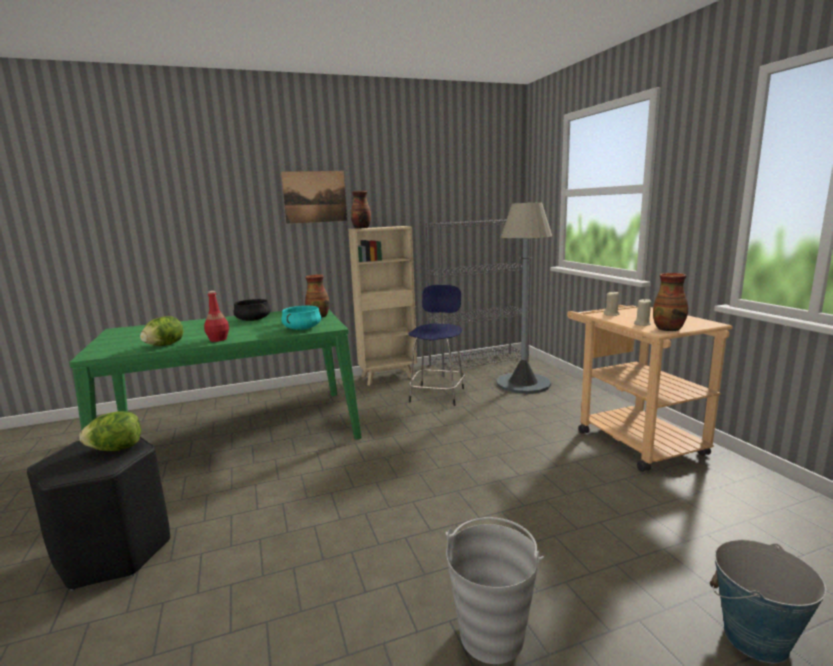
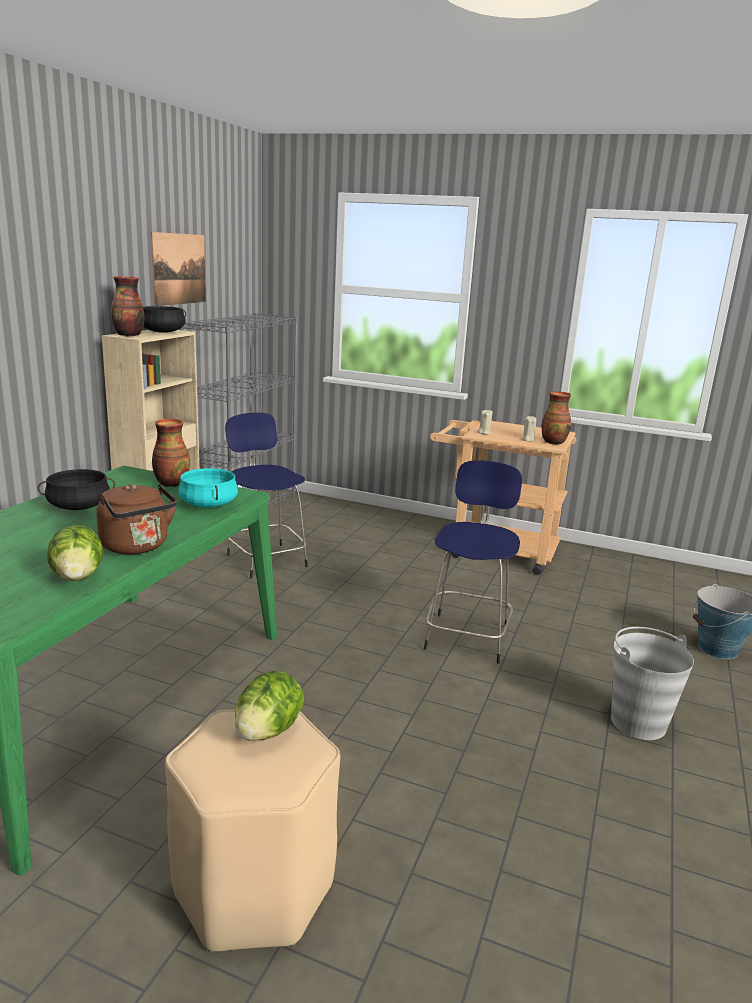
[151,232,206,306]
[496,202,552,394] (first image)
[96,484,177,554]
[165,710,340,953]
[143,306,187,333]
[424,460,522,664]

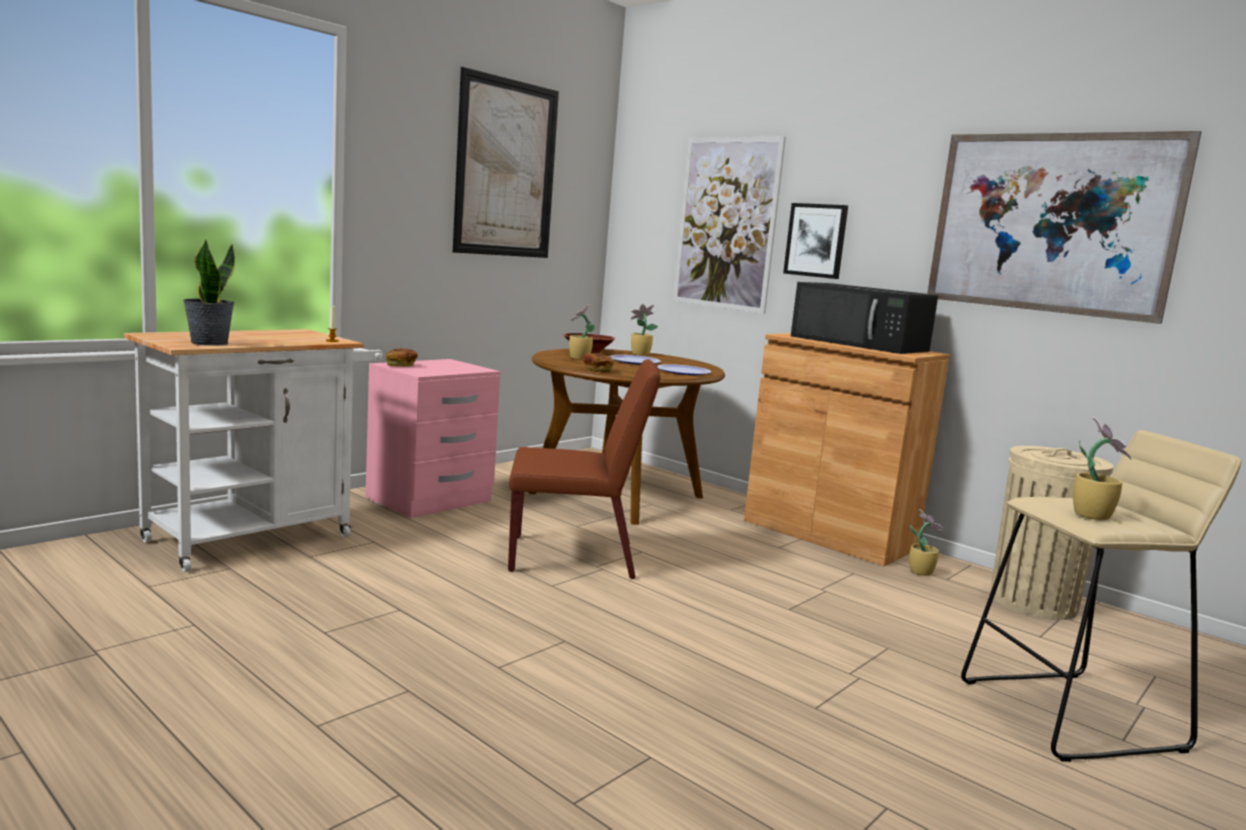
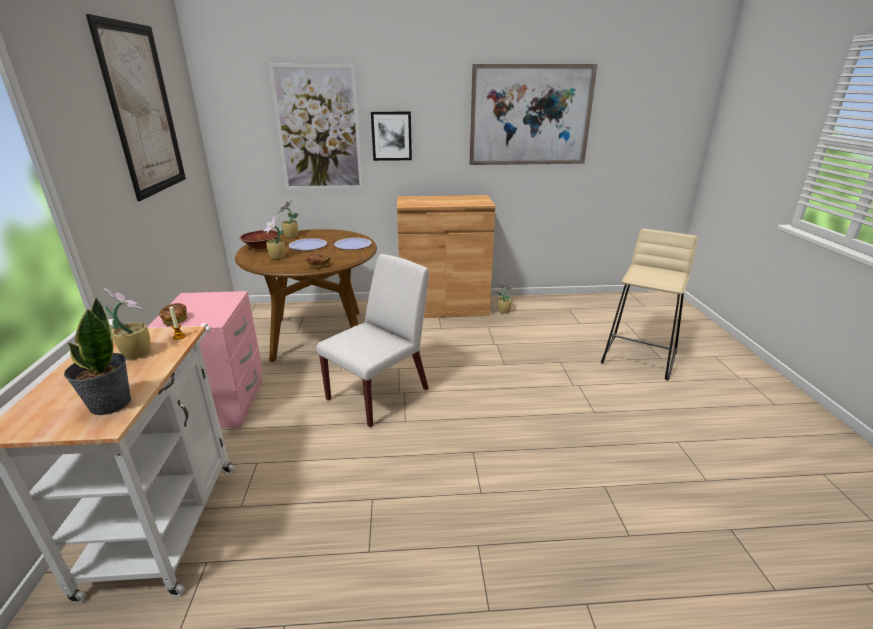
[791,282,938,354] (first image)
[316,254,429,427]
[104,288,151,359]
[990,446,1114,620] (first image)

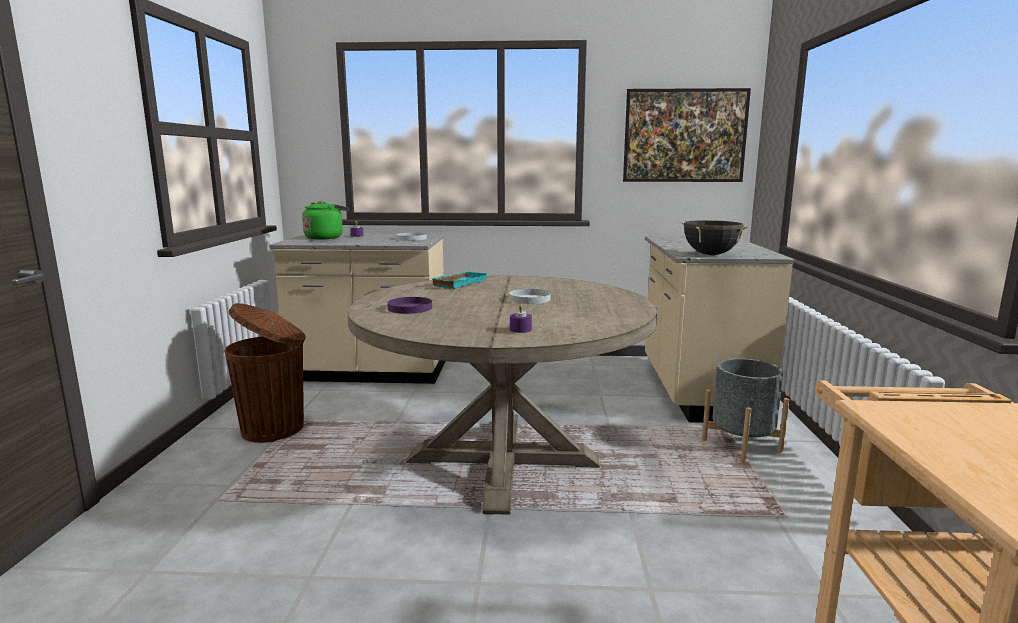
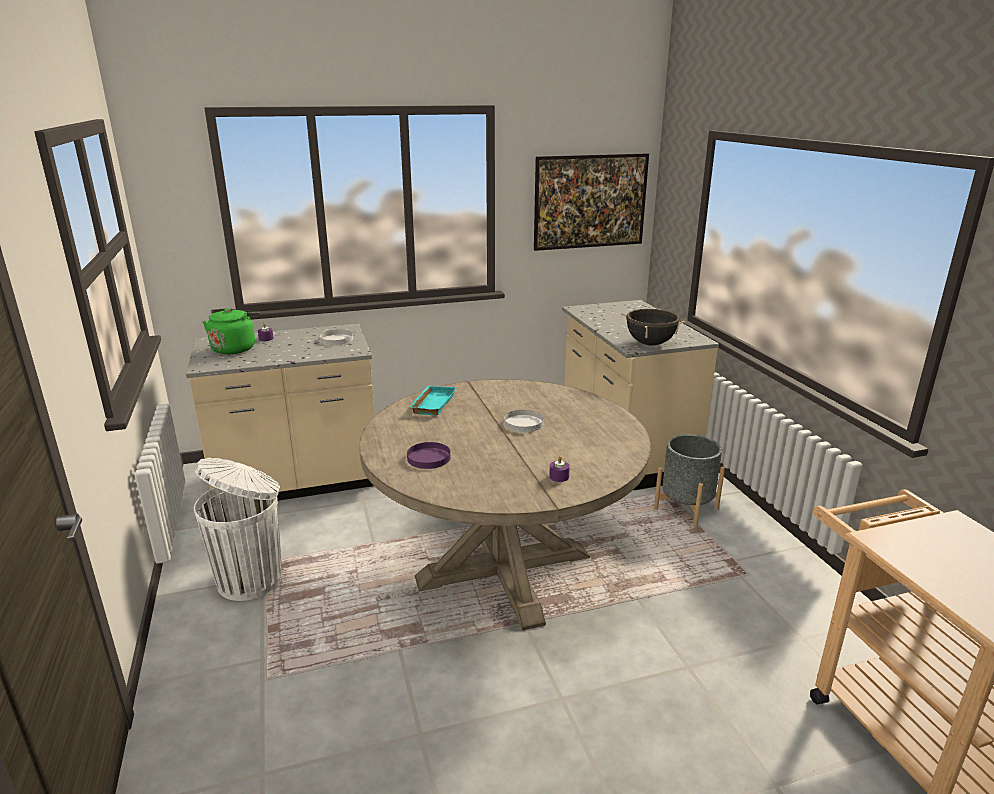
[194,458,282,601]

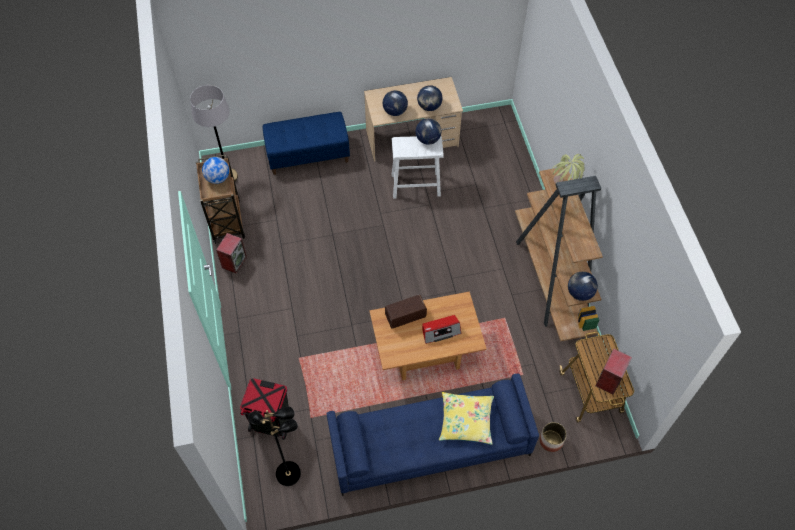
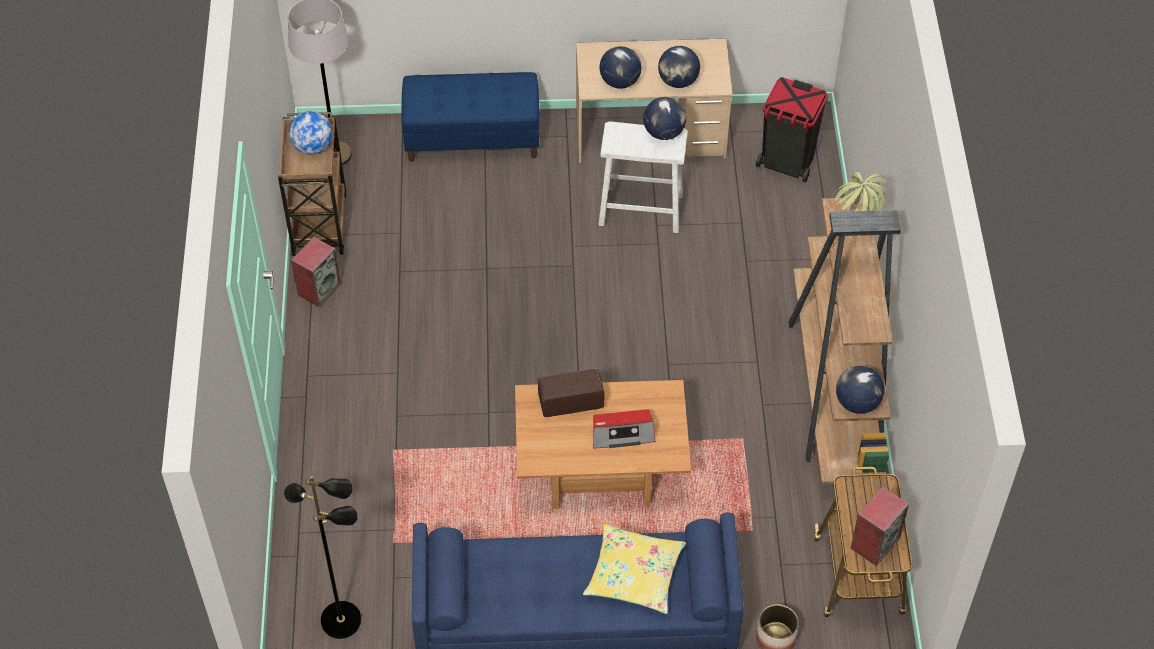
[756,77,828,182]

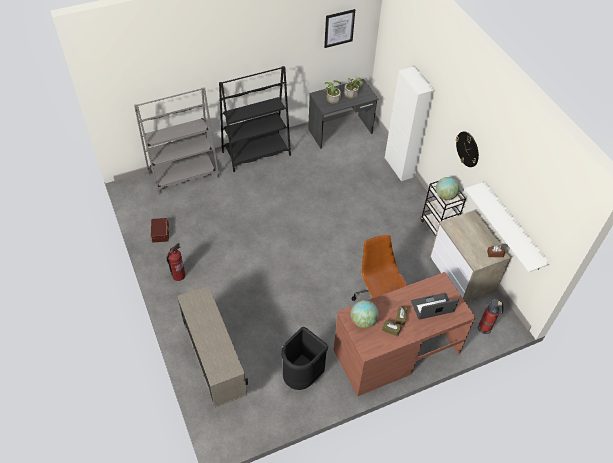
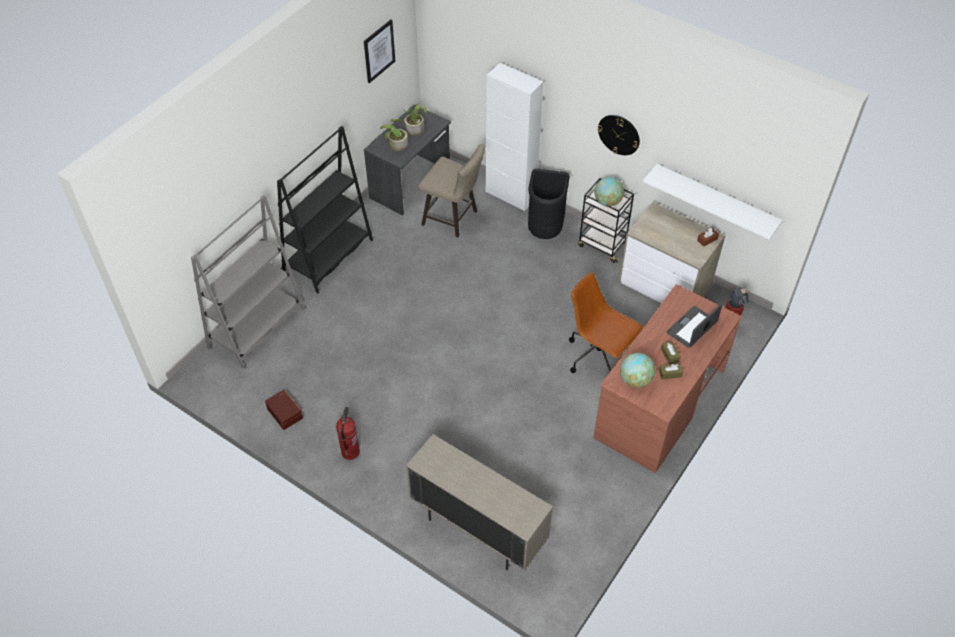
[528,169,570,239]
[418,144,485,237]

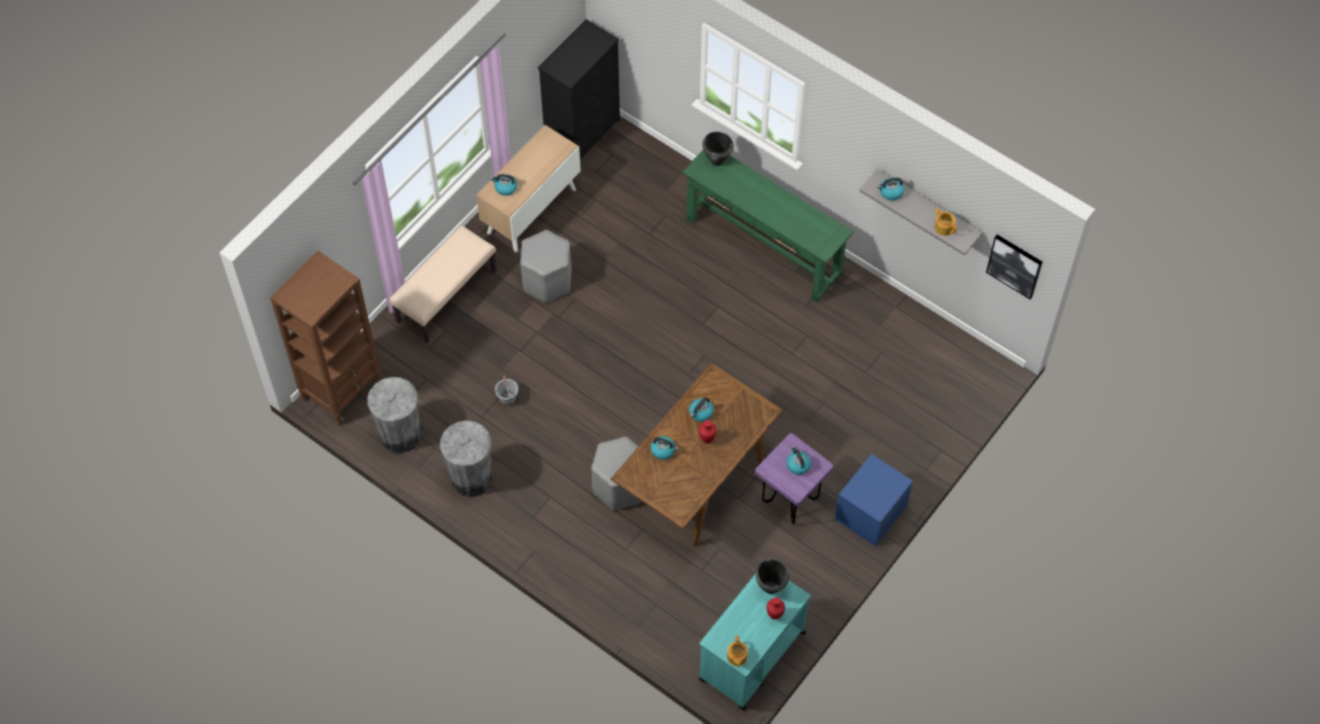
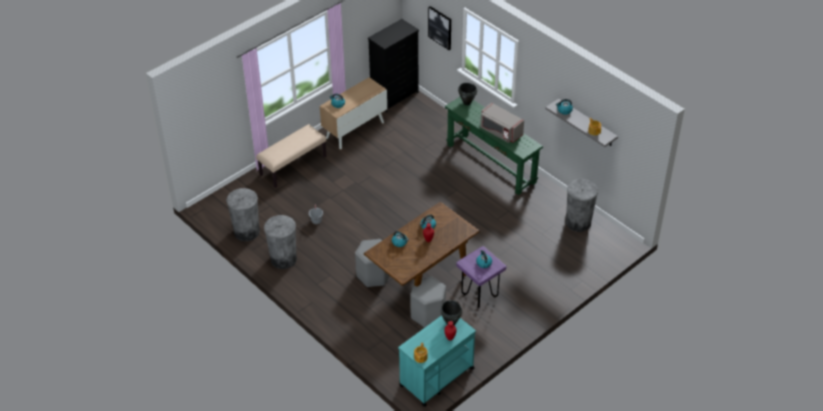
[410,276,446,327]
[428,6,451,50]
[270,251,382,425] (first image)
[835,454,913,546] (first image)
[480,103,524,143]
[566,179,598,232]

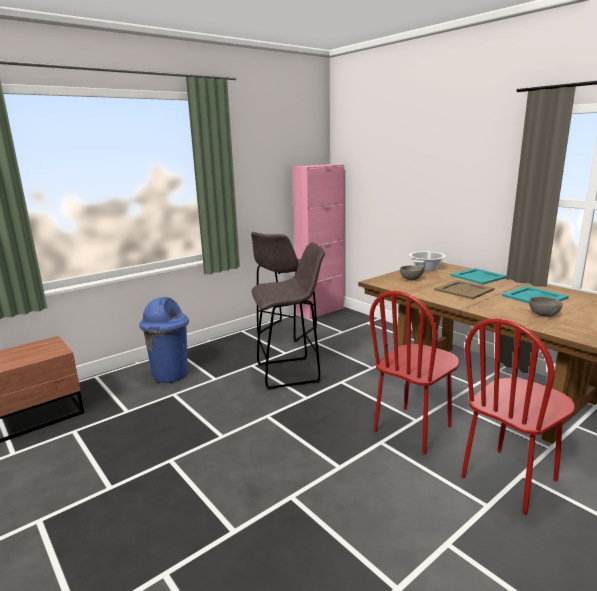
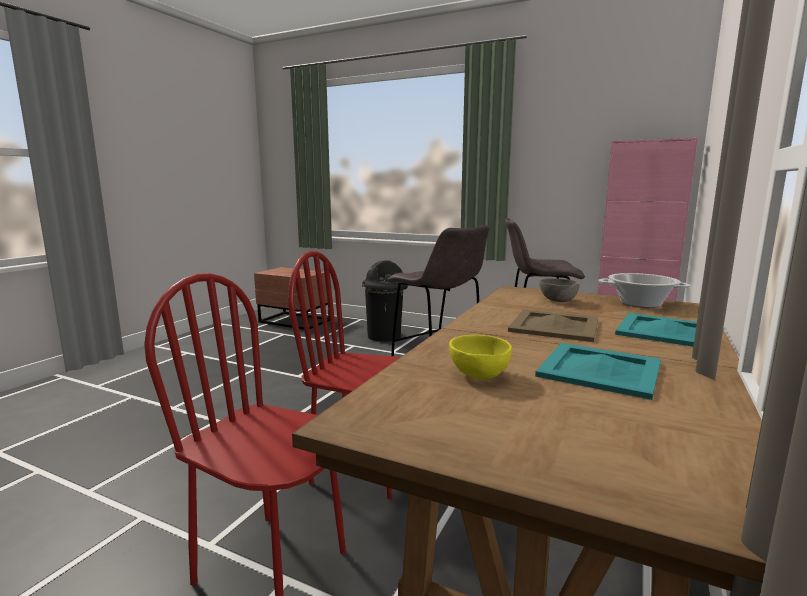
[362,260,408,341]
[449,335,512,380]

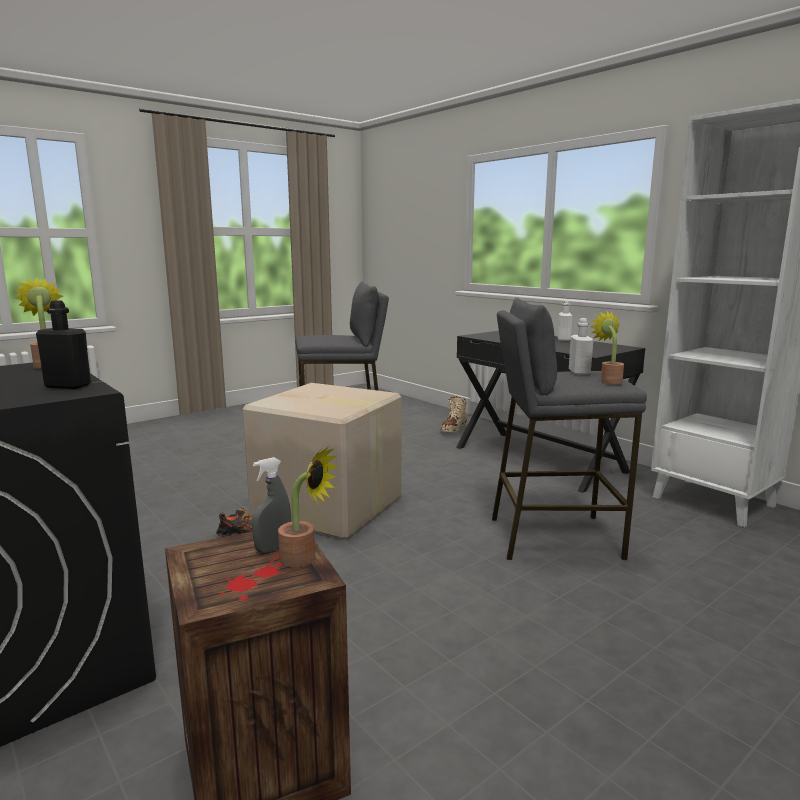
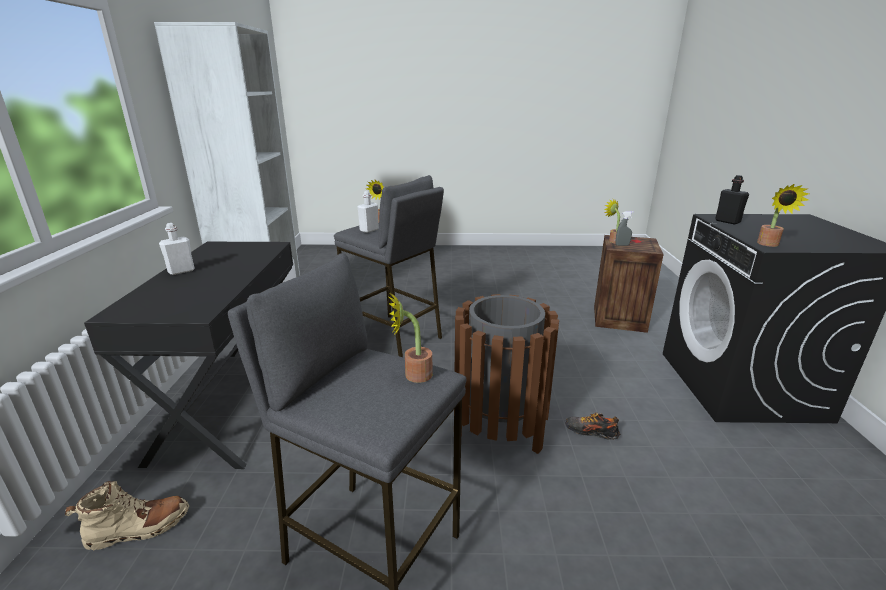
[455,294,559,454]
[388,292,433,383]

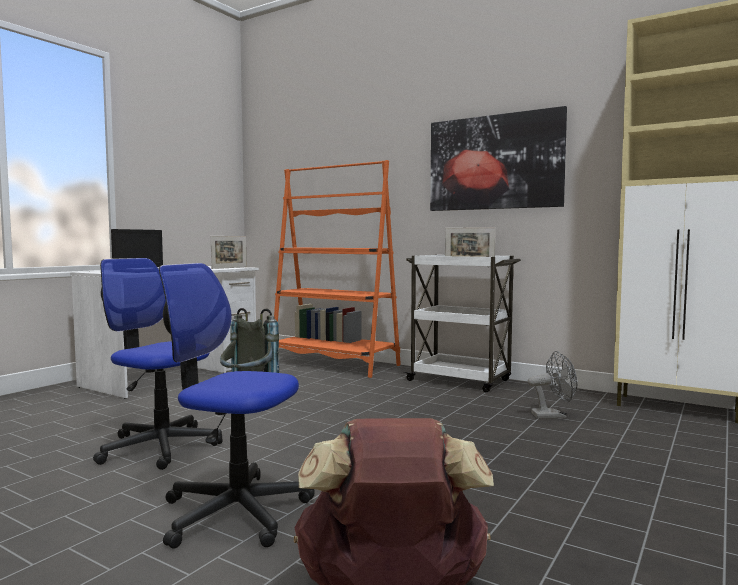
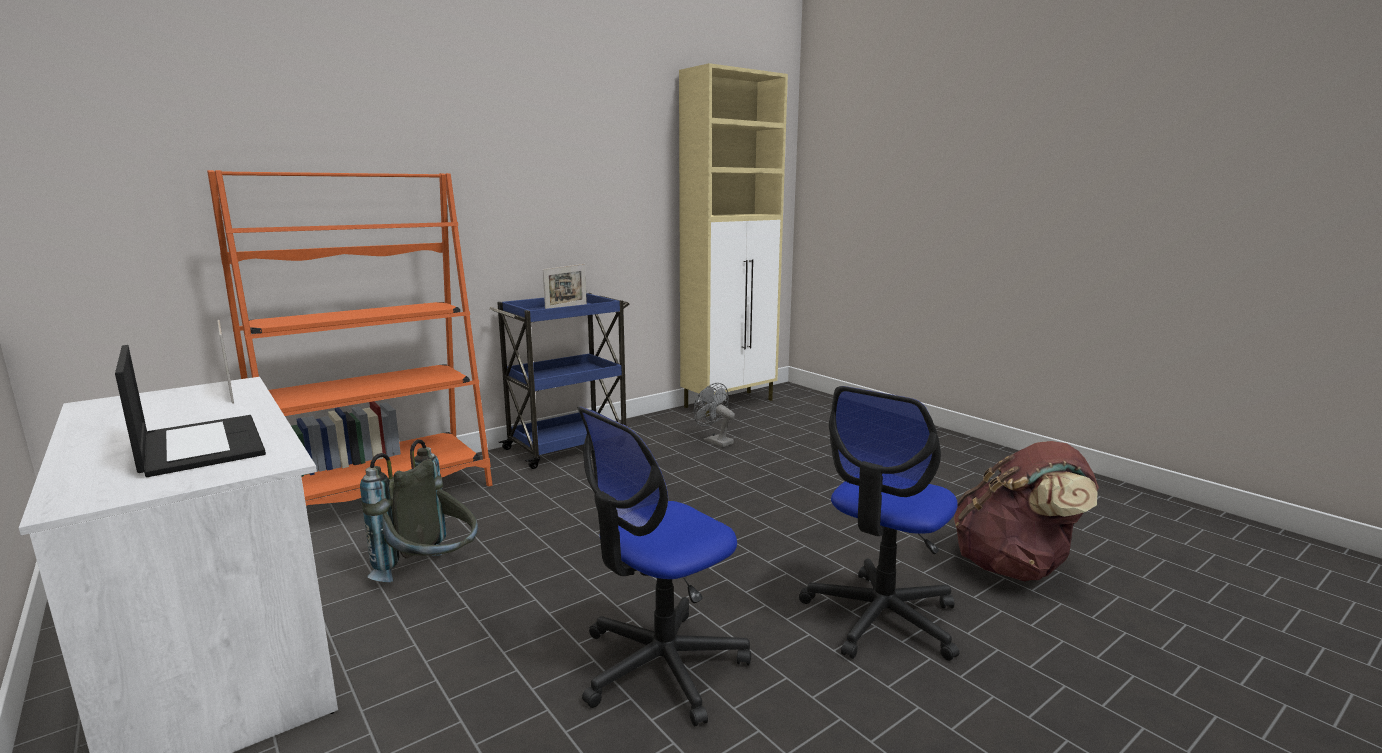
[430,106,567,211] (first image)
[490,293,630,469]
[694,383,735,447]

